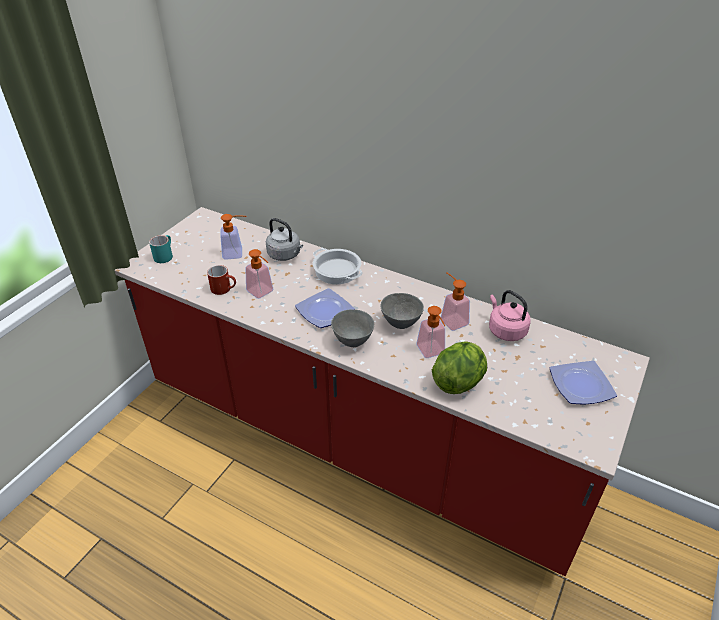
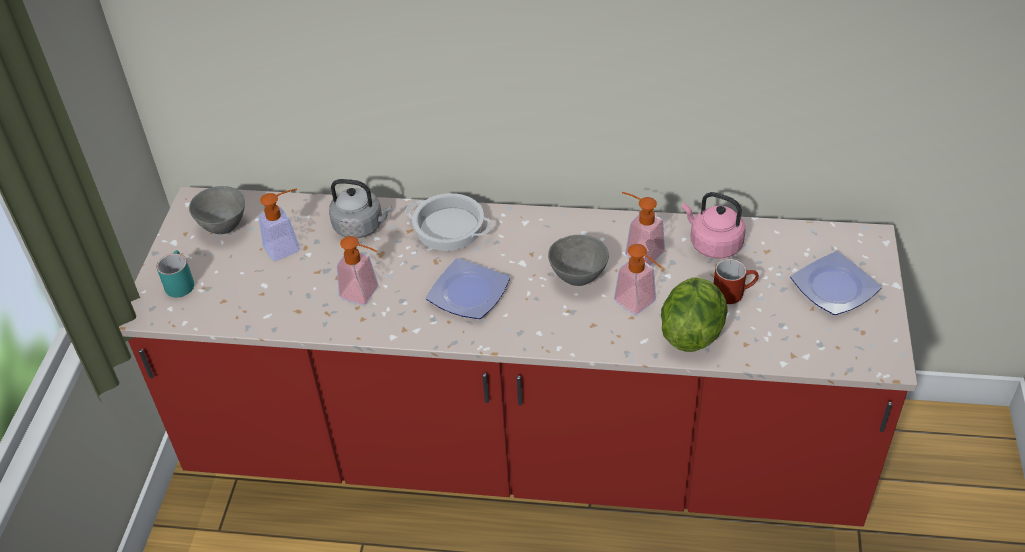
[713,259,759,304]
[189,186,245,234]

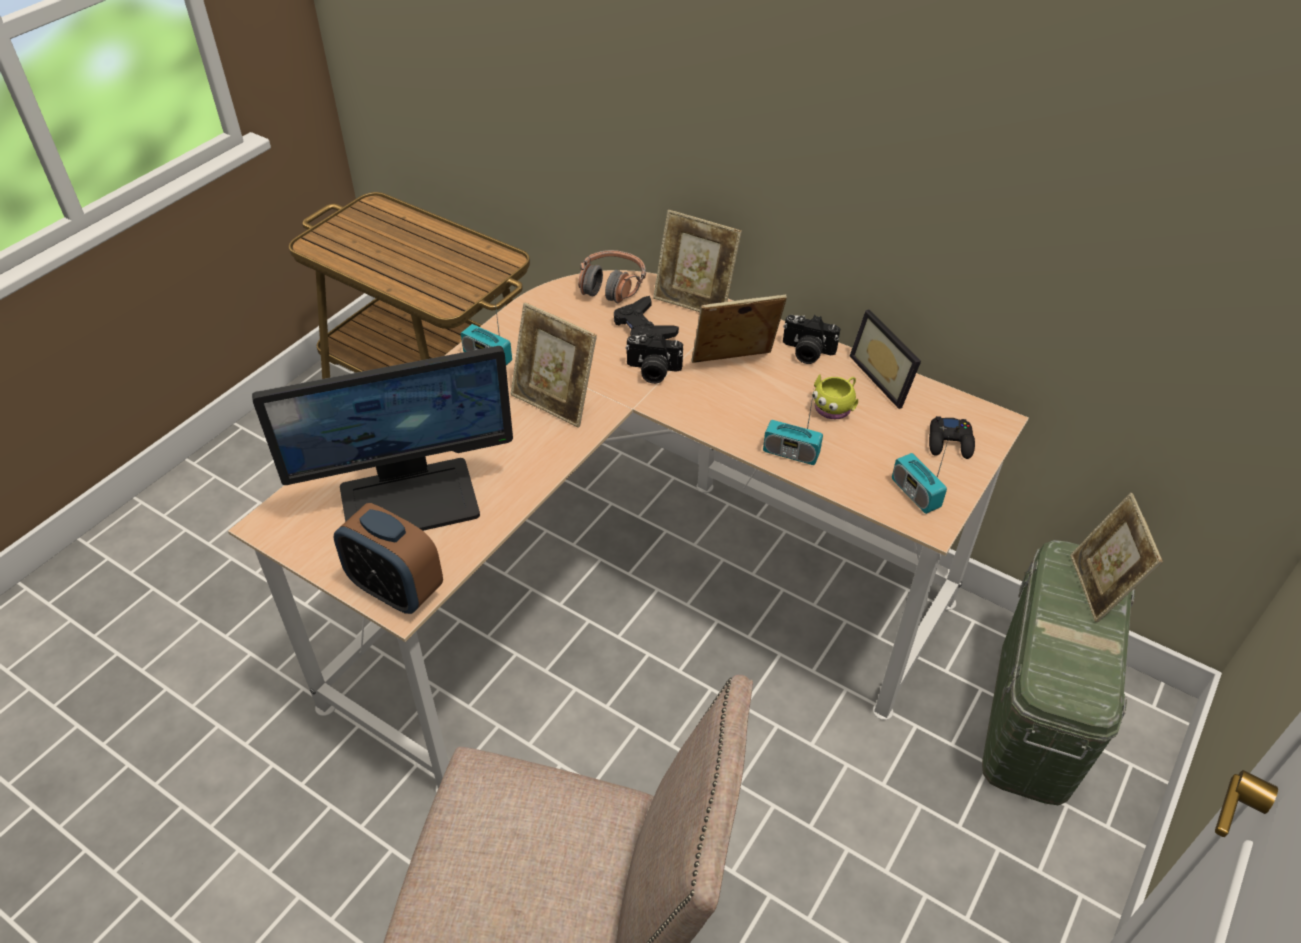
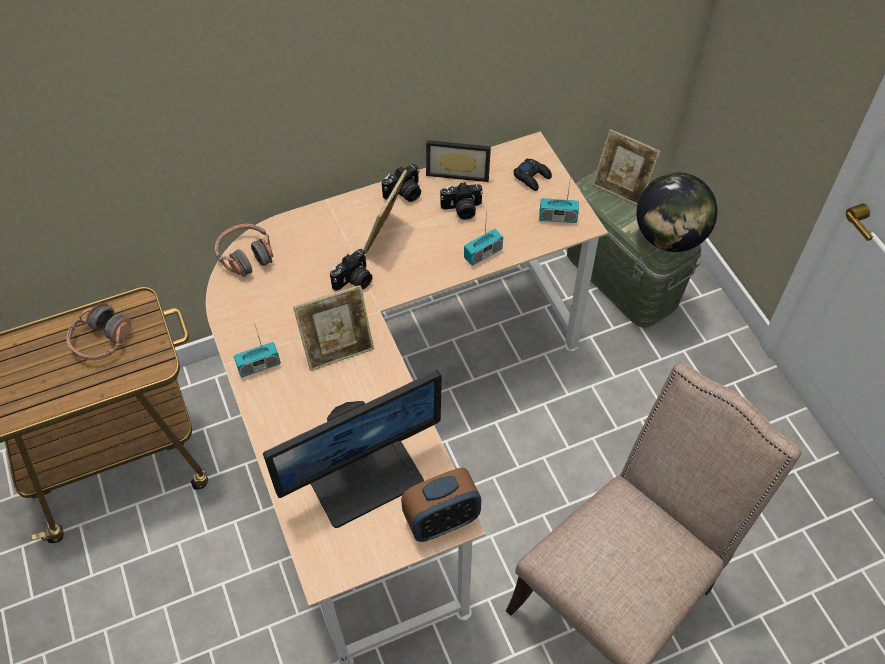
[653,210,742,312] (first image)
[614,296,679,339] (first image)
[263,370,442,528]
[440,182,483,220]
[636,173,717,252]
[66,303,131,360]

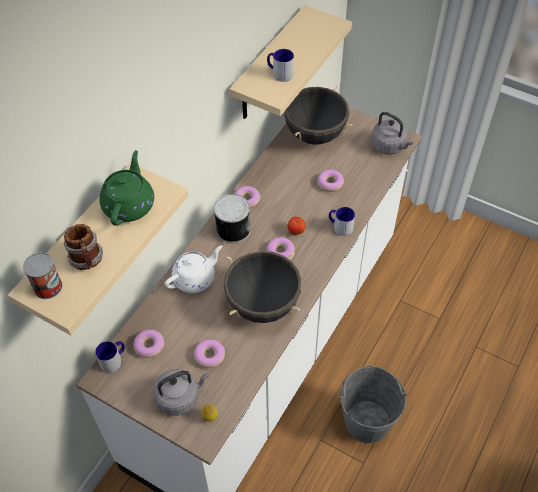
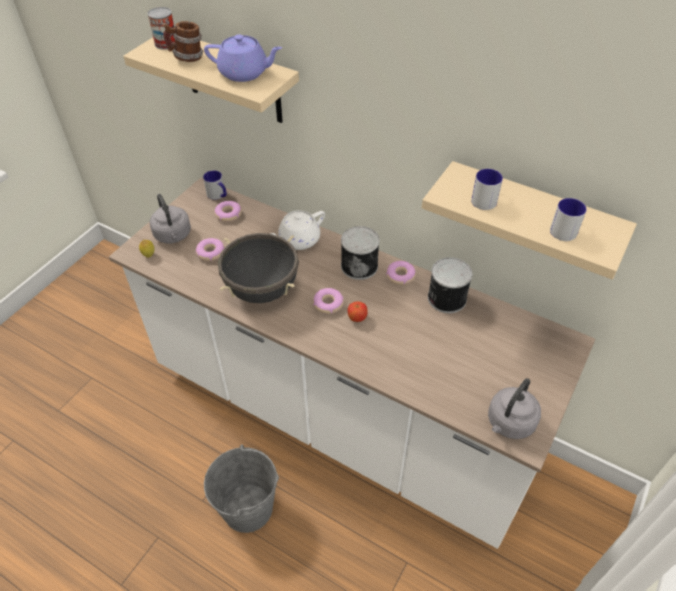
[284,86,353,145] (first image)
[204,34,282,82]
[317,170,344,192] (first image)
[550,198,587,241]
[270,210,325,250]
[428,257,472,313]

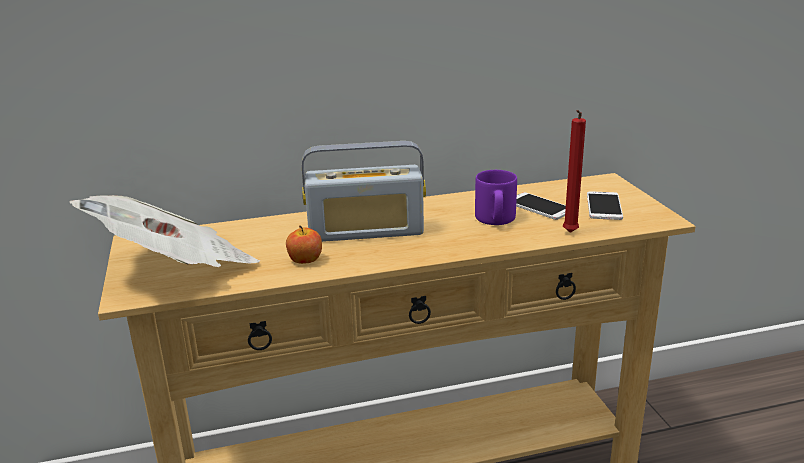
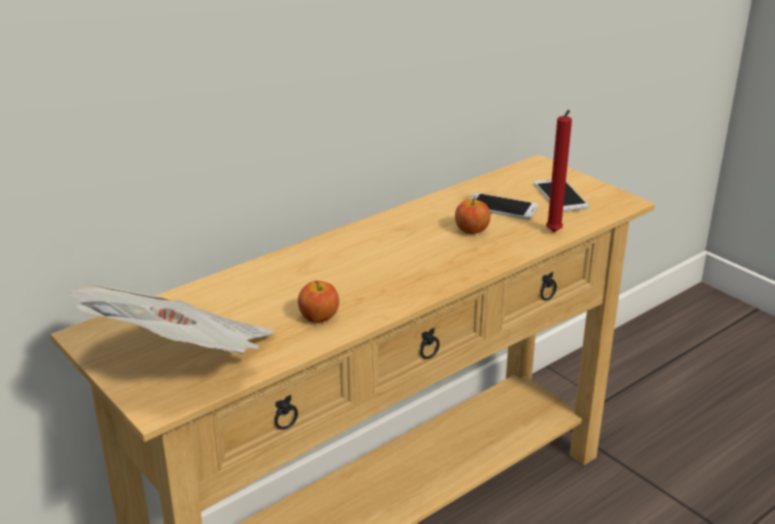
[302,141,426,242] (first image)
[455,196,490,234]

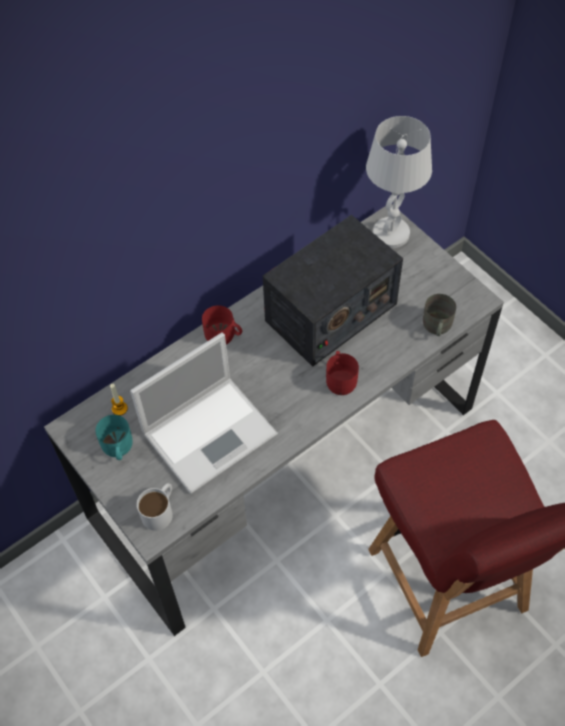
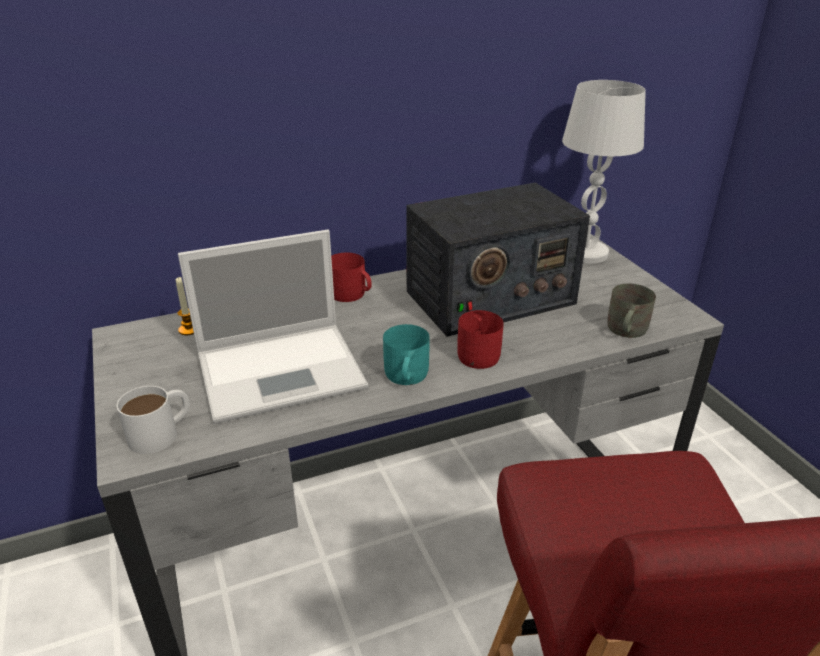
[383,324,430,385]

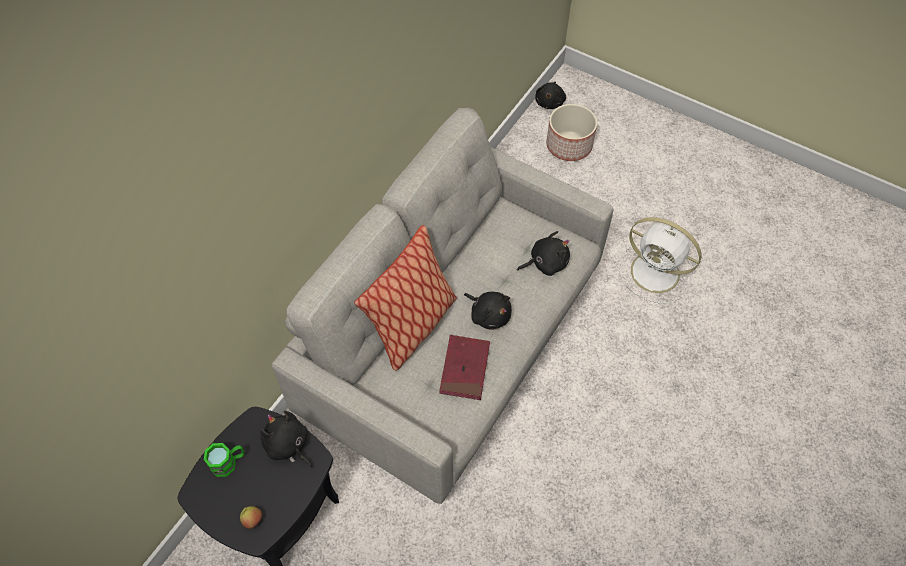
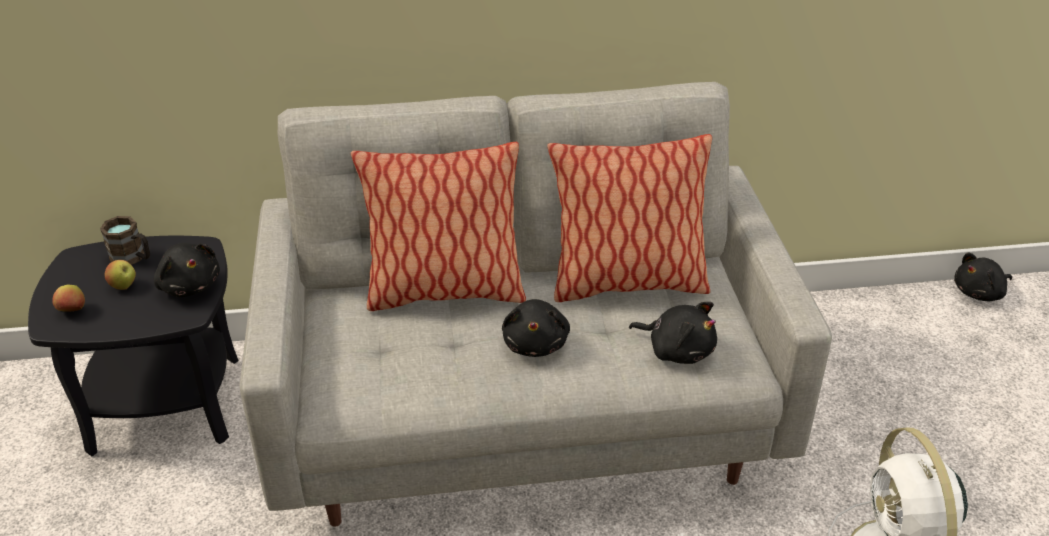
[546,104,597,161] (first image)
[439,335,490,400] (first image)
[154,243,220,297]
[100,216,150,265]
[547,134,712,302]
[105,260,136,290]

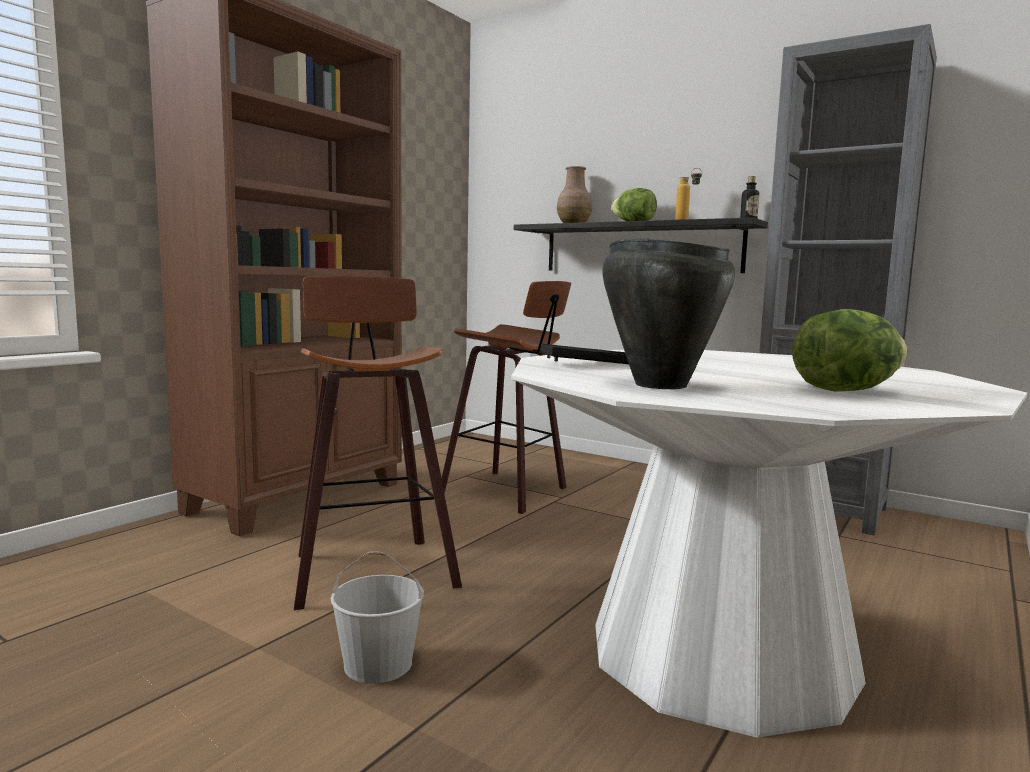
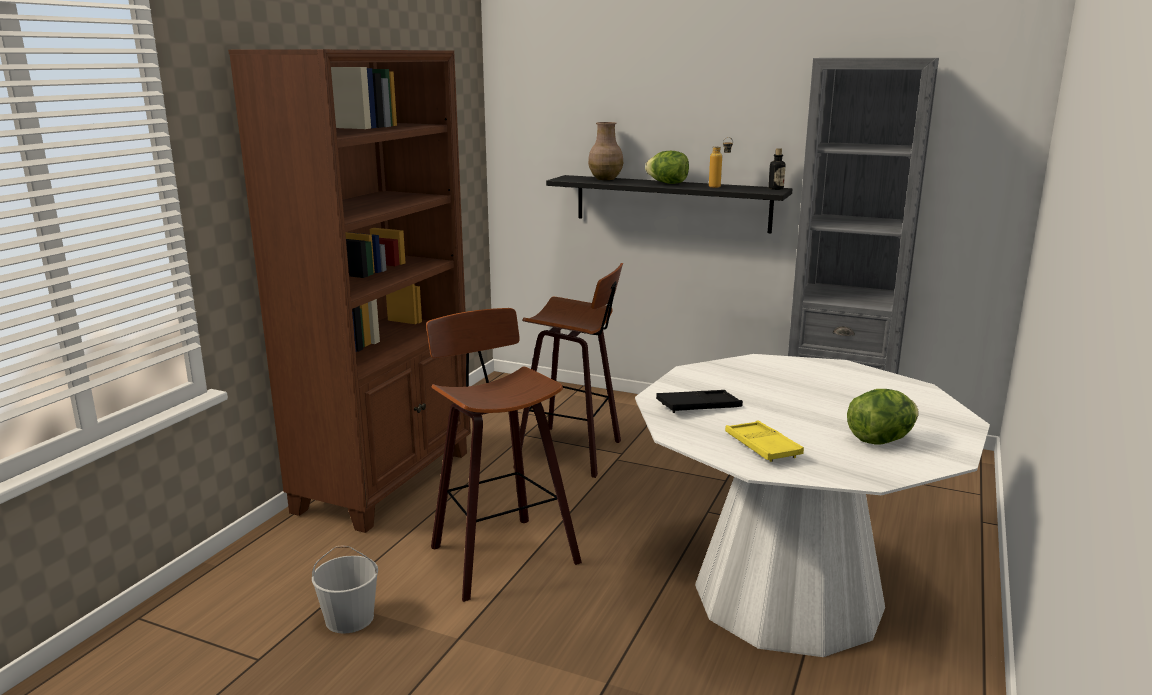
[725,421,804,462]
[312,545,378,634]

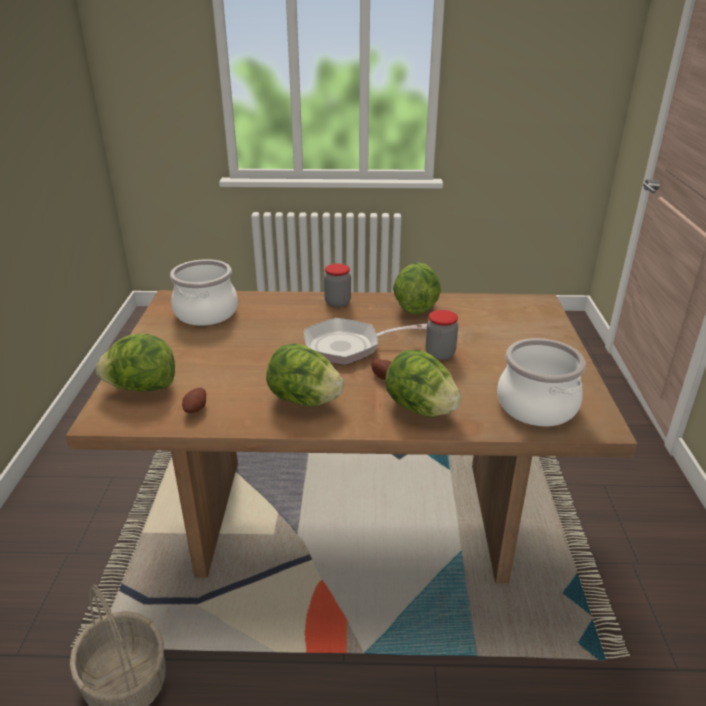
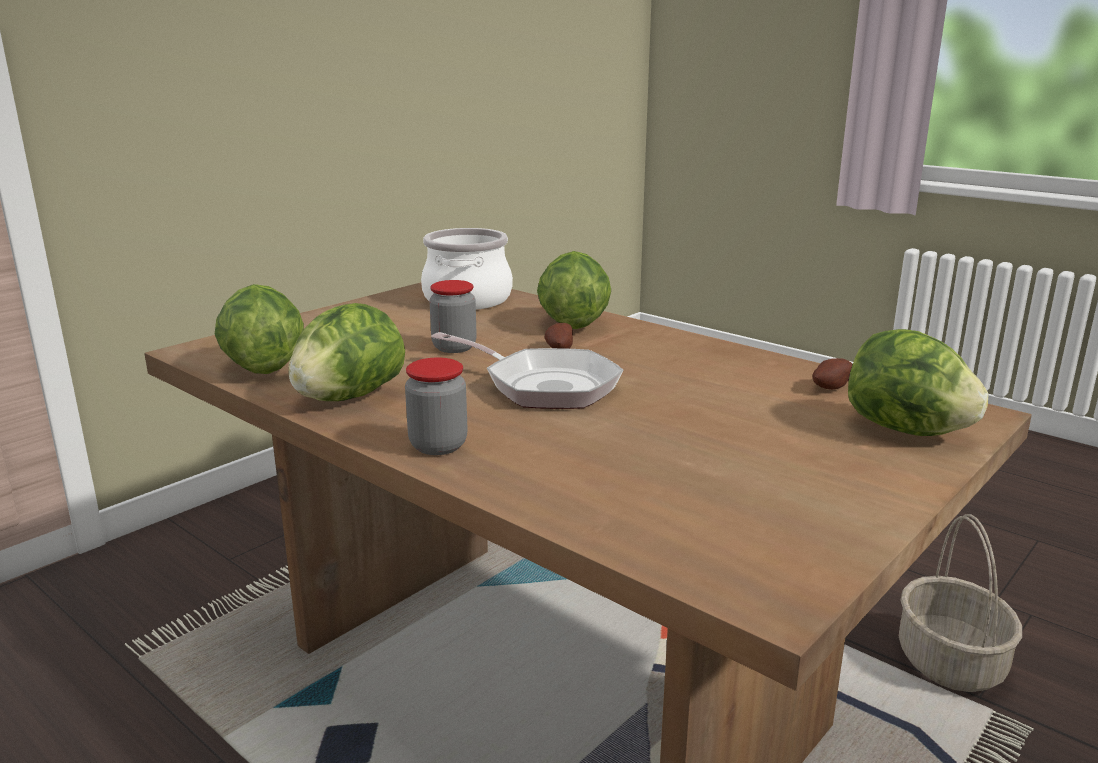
[170,259,238,326] (first image)
[215,284,304,374]

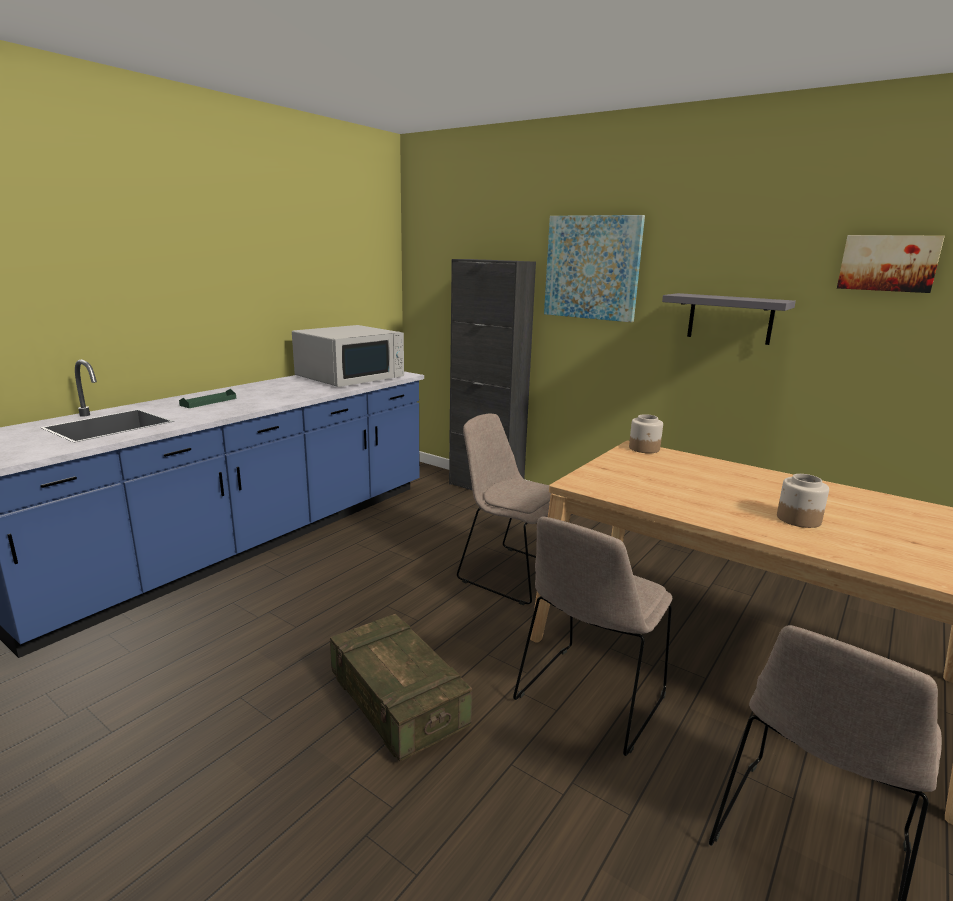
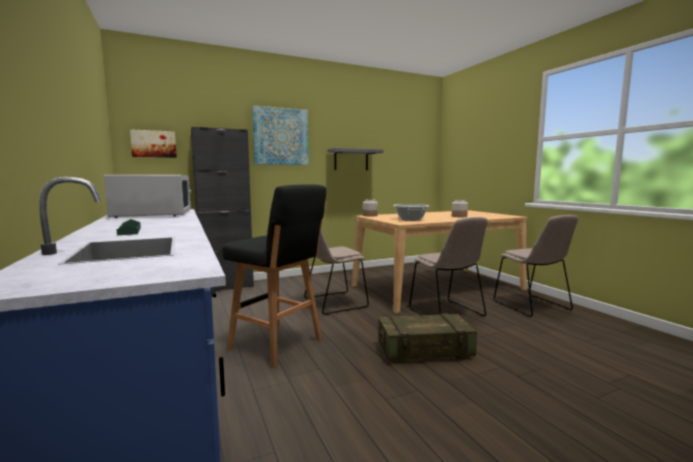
[130,129,177,158]
[222,184,326,368]
[393,204,429,221]

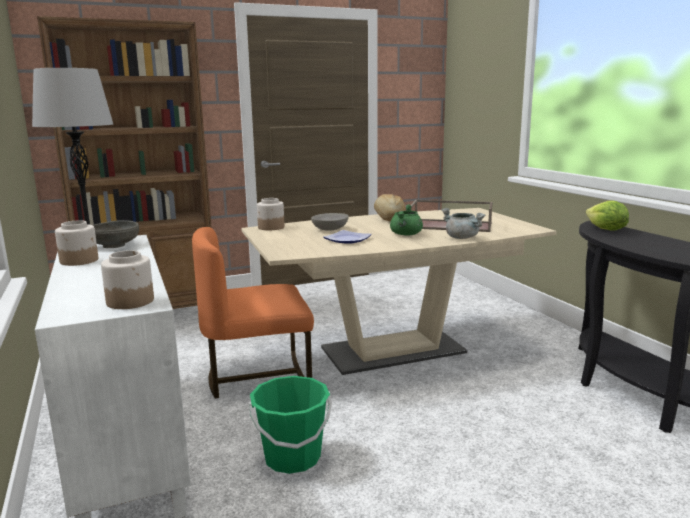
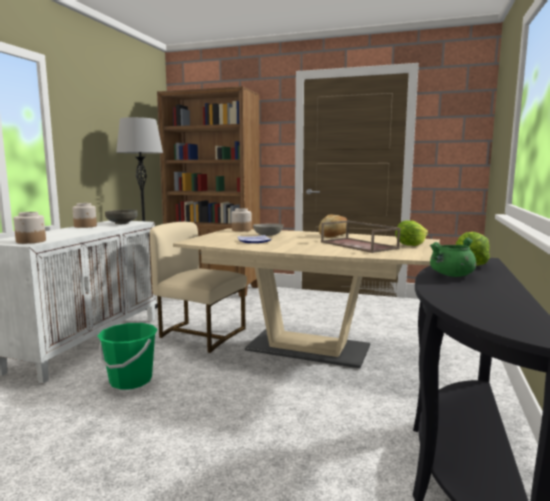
[429,238,476,277]
[441,208,485,239] (first image)
[150,222,247,353]
[395,220,428,246]

